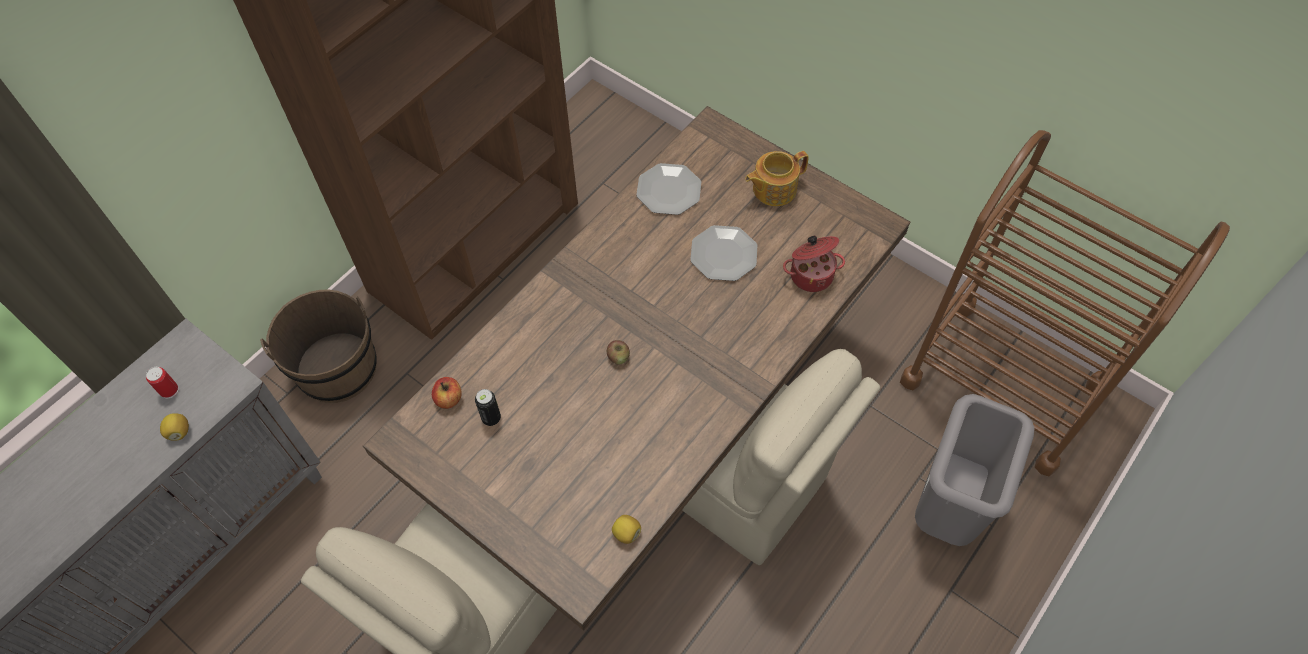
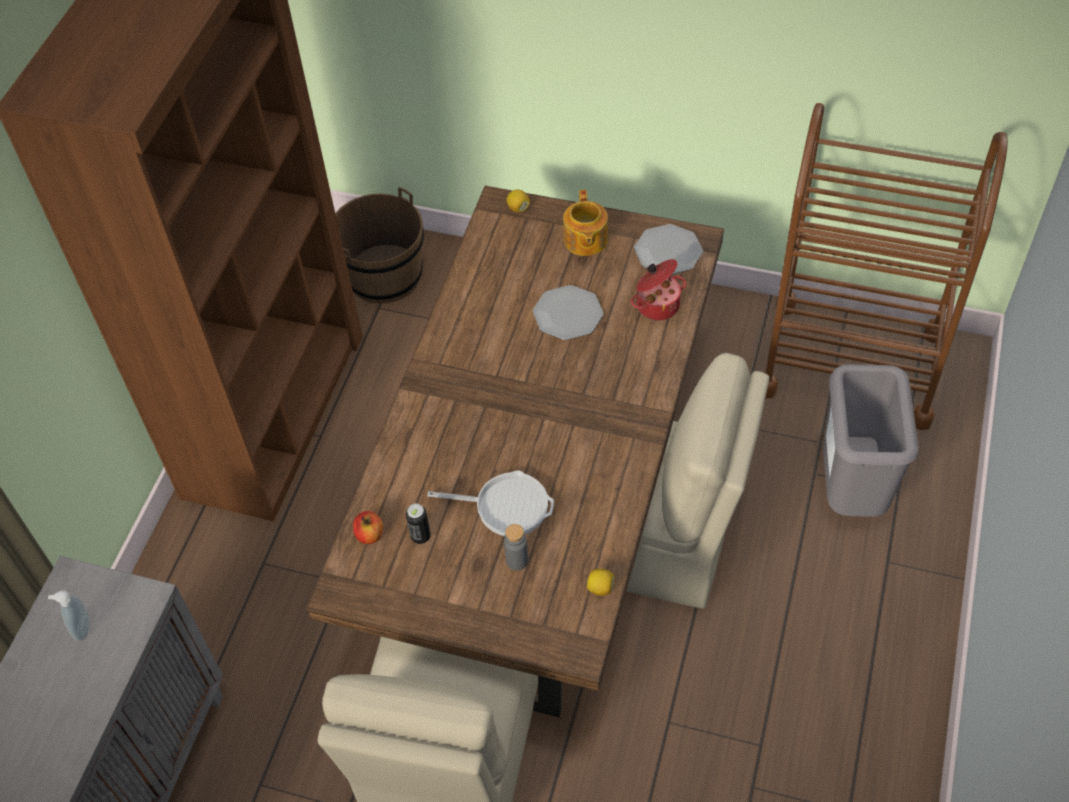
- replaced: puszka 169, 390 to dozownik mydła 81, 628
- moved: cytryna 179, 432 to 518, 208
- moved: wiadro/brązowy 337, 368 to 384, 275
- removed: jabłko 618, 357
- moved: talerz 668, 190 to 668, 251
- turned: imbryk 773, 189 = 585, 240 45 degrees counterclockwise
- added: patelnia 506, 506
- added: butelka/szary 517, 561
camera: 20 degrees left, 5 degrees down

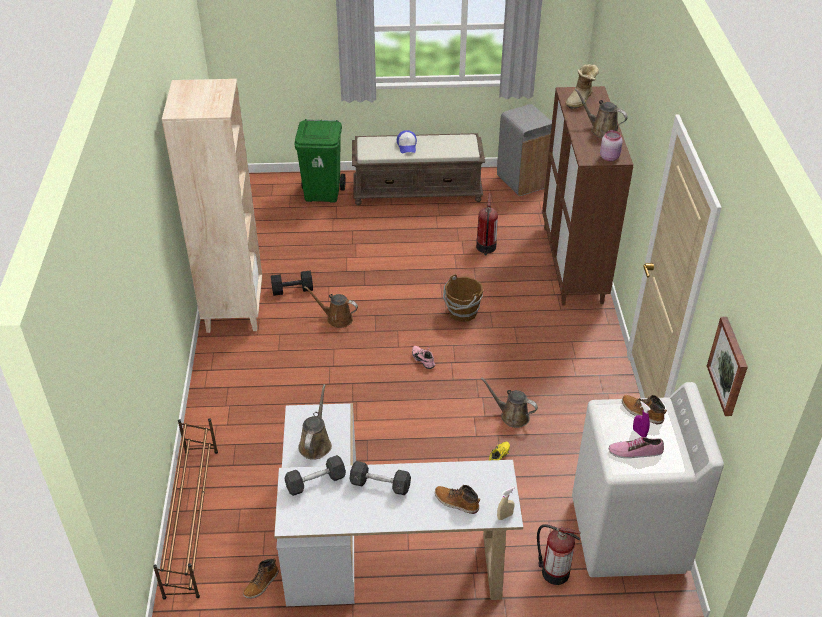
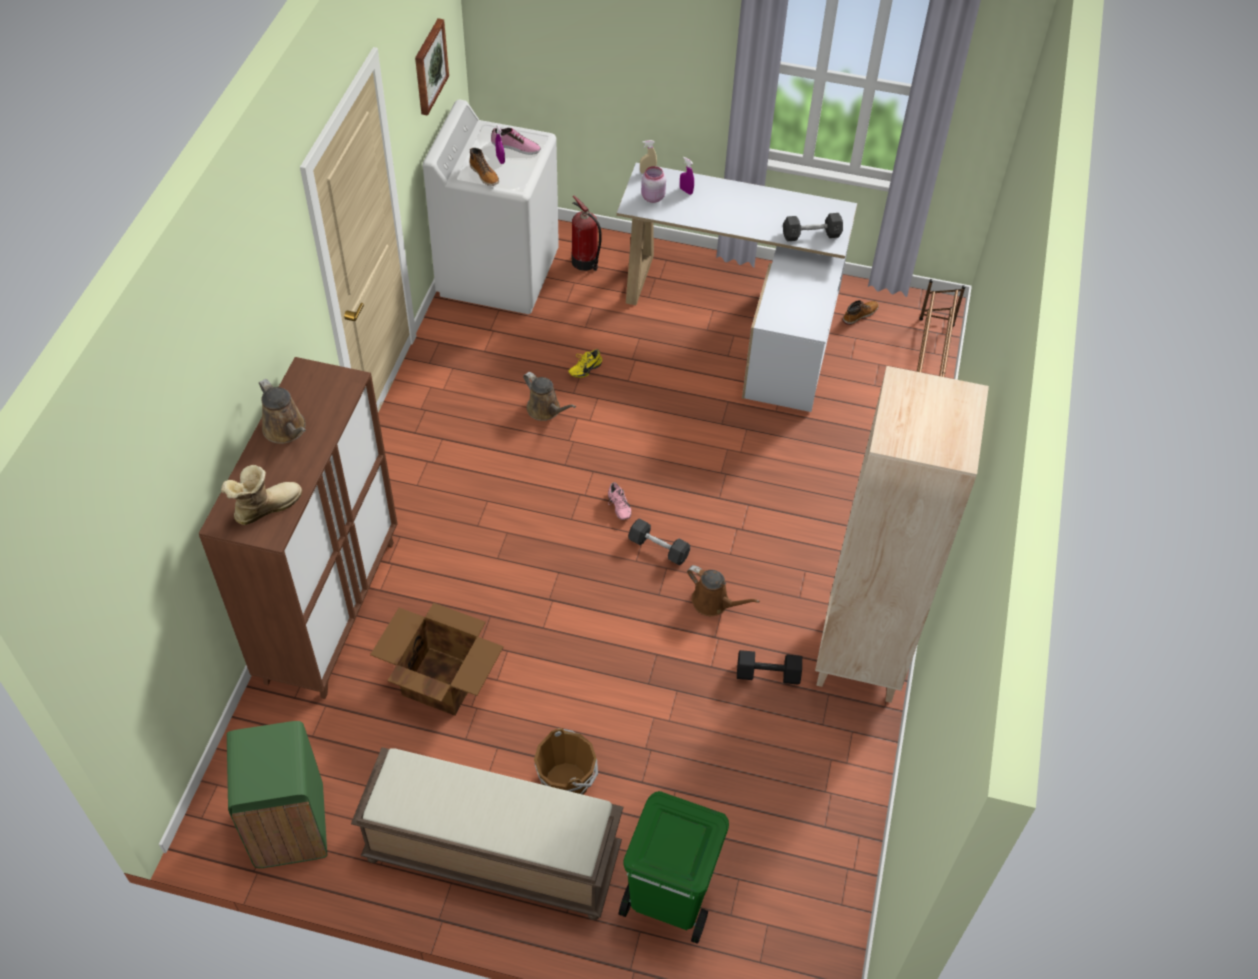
- removed: konewka/brązowy 316, 443
- moved: hantel/szary 380, 485 to 658, 548
- removed: czapka z daszkiem 407, 146
- replaced: but z cholewką 456, 502 to spryskiwacz/fioletowy 686, 191
- moved: wiadro/brązowy 462, 312 to 567, 781
- replaced: gaśnica 486, 248 to karton 441, 680
- recoloured: kosz na śmieci/szary 522, 181 to kosz na śmieci/zielony 289, 828
- moved: słoik/różowy 610, 157 to 652, 197
camera: 165 degrees left, 10 degrees up

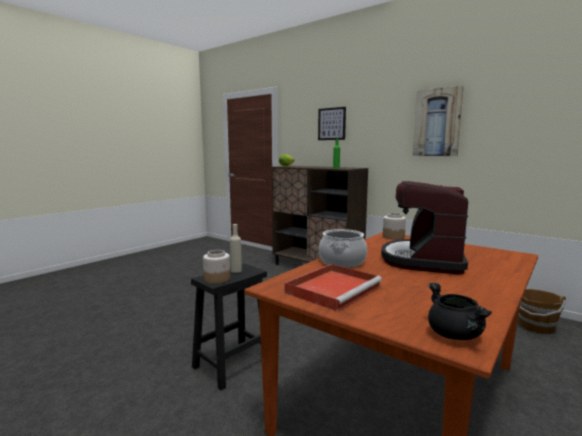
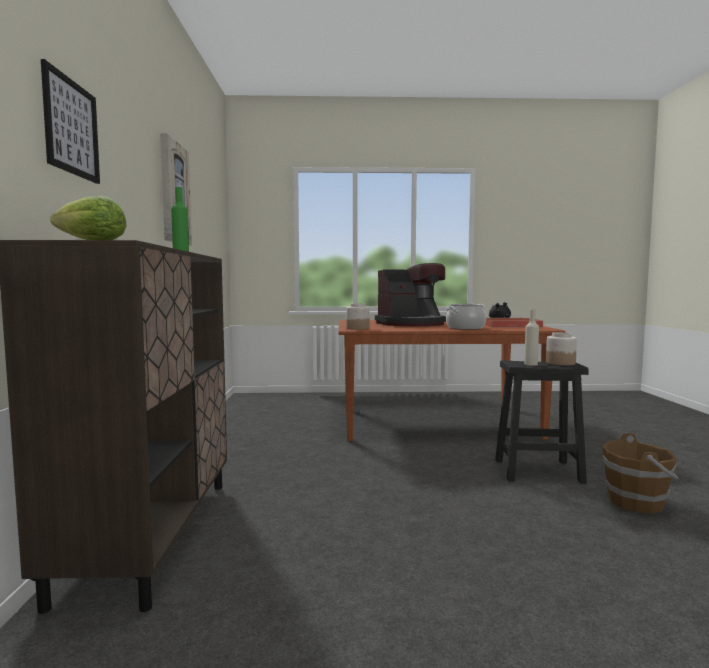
- moved: wiadro/brązowy 536, 327 to 637, 502
camera: 130 degrees left, 5 degrees down

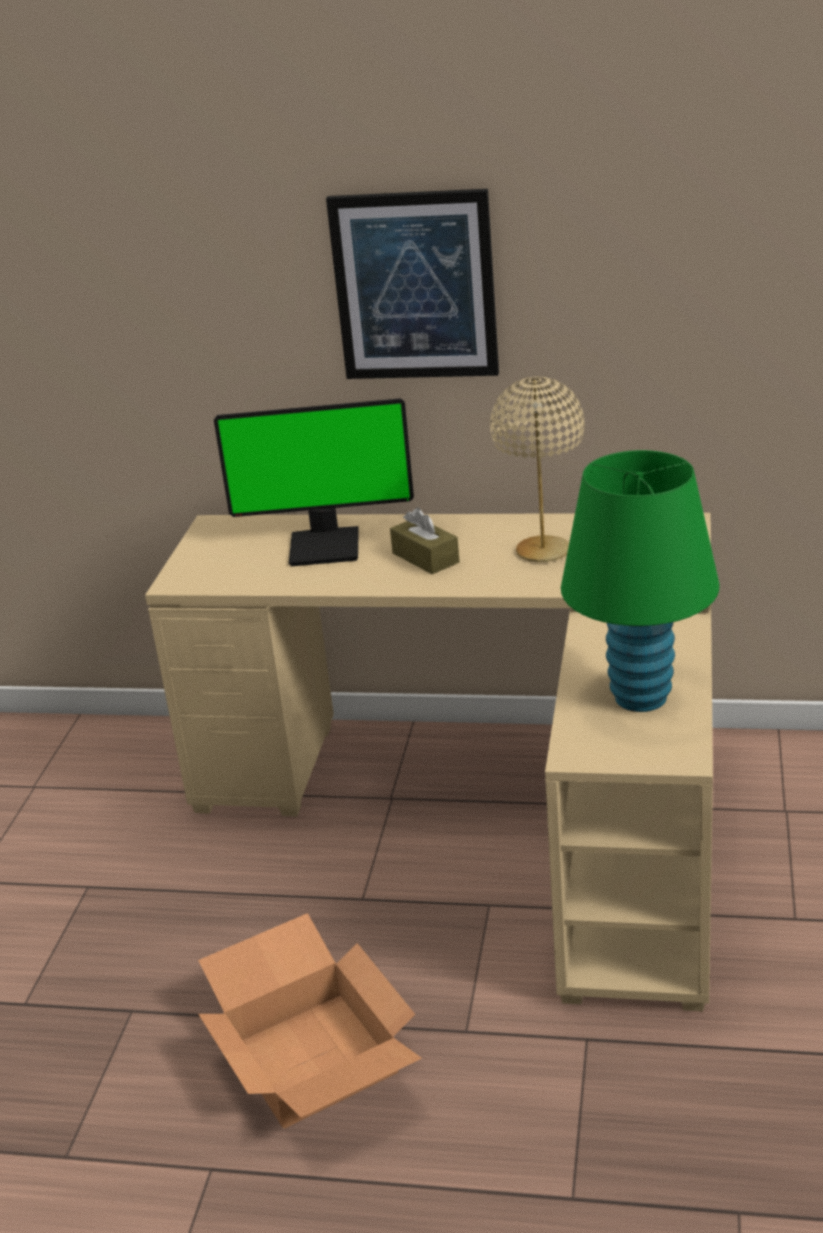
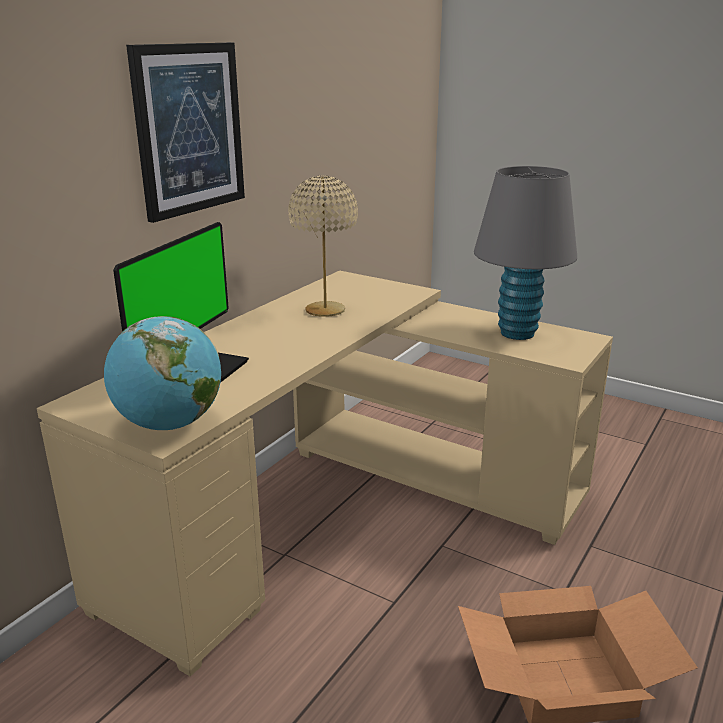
- removed: pudełko chusteczek/brązowy 425, 558
- recoloured: lampa stołowa/zielony 641, 698 to lampa stołowa/szary 517, 333
- added: globus 169, 424
camera: 70 degrees left, 5 degrees down

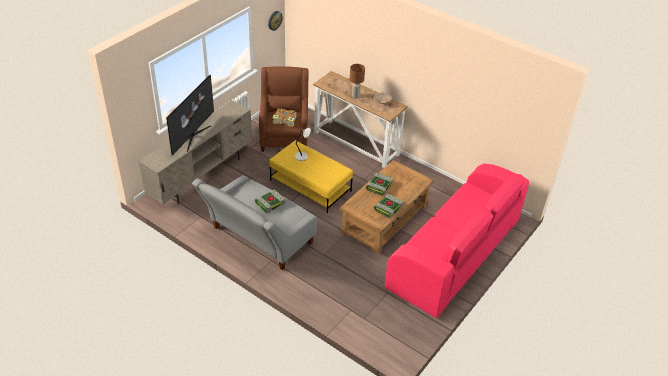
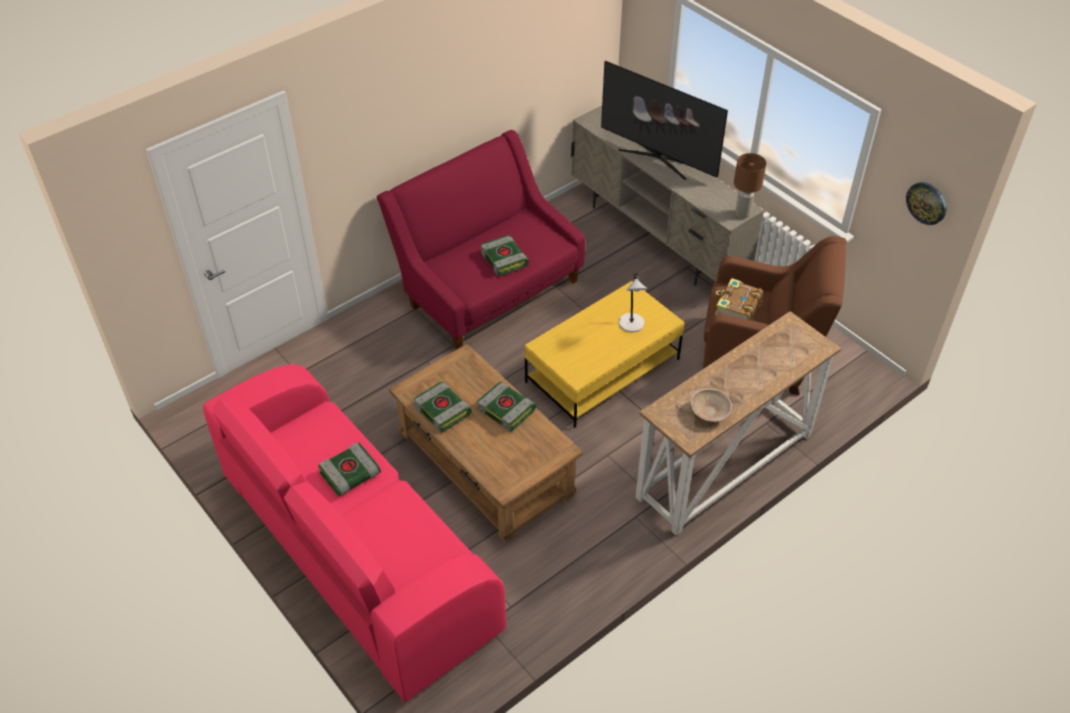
- recoloured: kanapa/szary 258, 239 to kanapa/czerwony 488, 288
- moved: lampa stołowa/brązowy 356, 96 to 742, 214
- added: książka 350, 475
camera: 105 degrees right, 5 degrees up

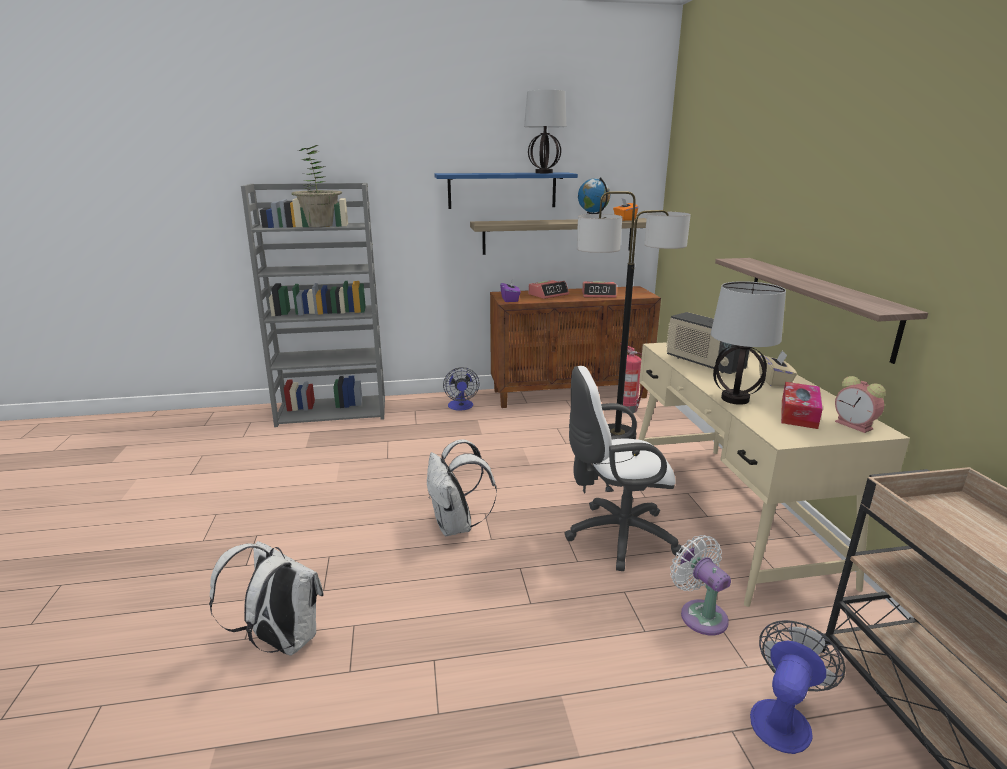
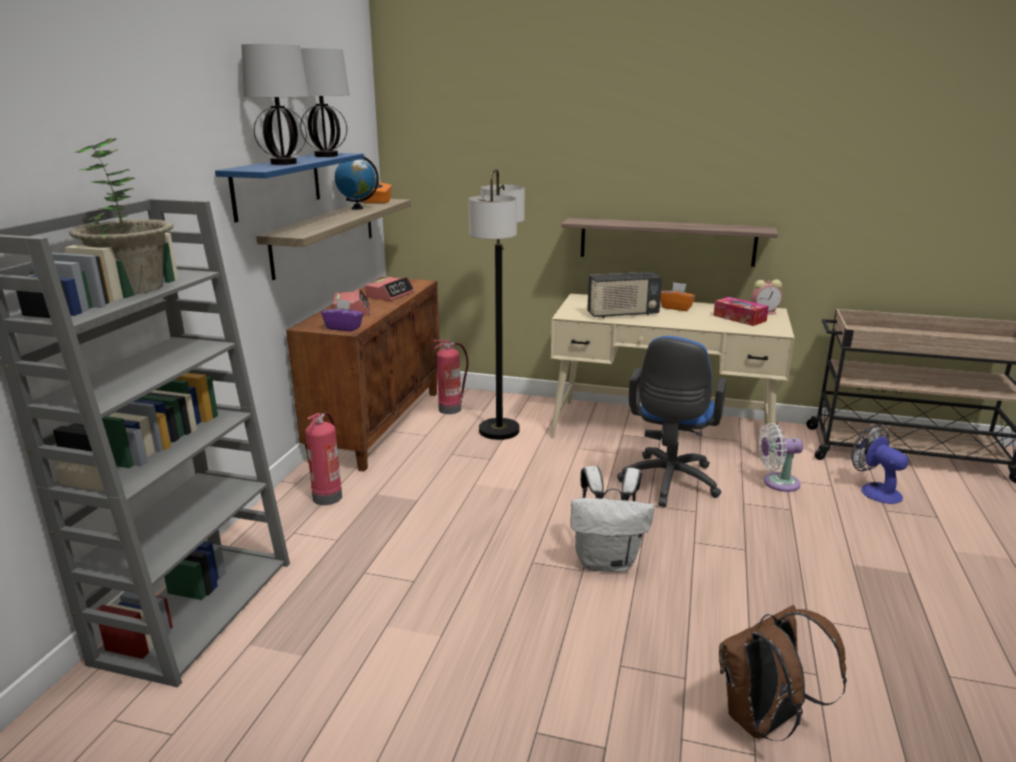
- recoloured: plecak/biały 281, 641 to plecak/brązowy 764, 722
- replaced: wentylator 461, 407 to gaśnica 327, 496
- recoloured: krzesło biurowe/biały 615, 536 to krzesło biurowe/niebieski 668, 484
- moved: lampa stołowa 736, 399 to 284, 163
- recoloured: pudełko chusteczek/beżowy 775, 381 to pudełko chusteczek/pomarańczowy 676, 308
camera: 65 degrees left, 0 degrees up

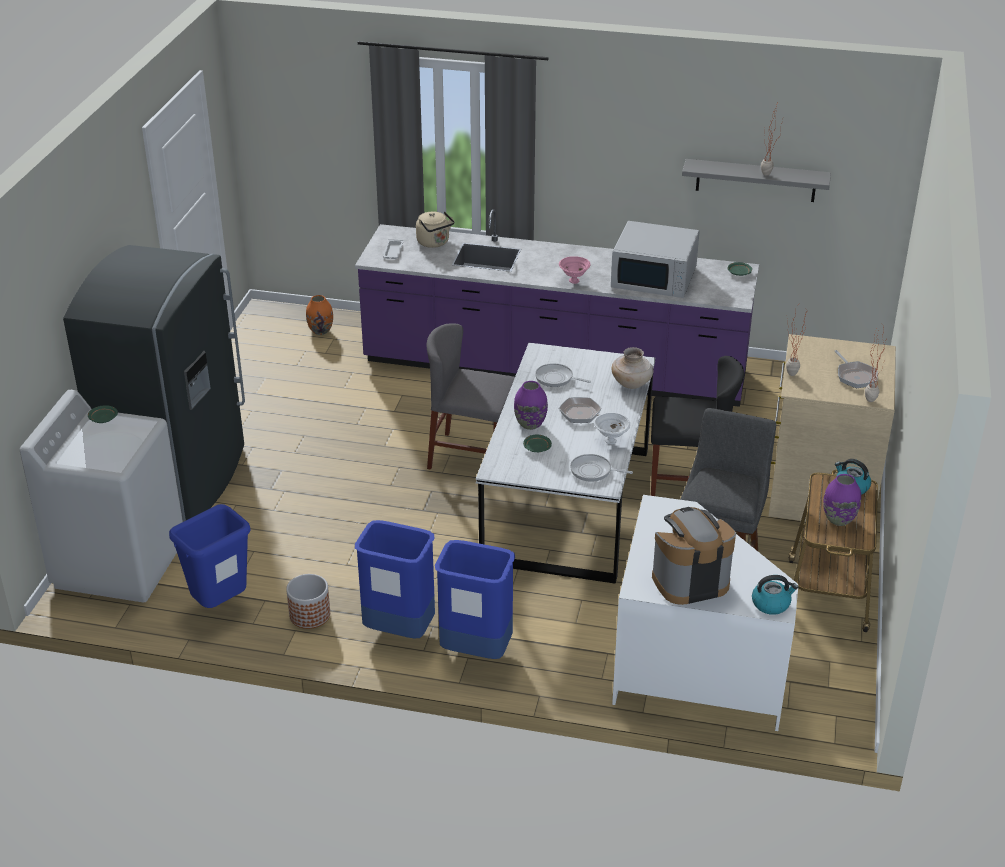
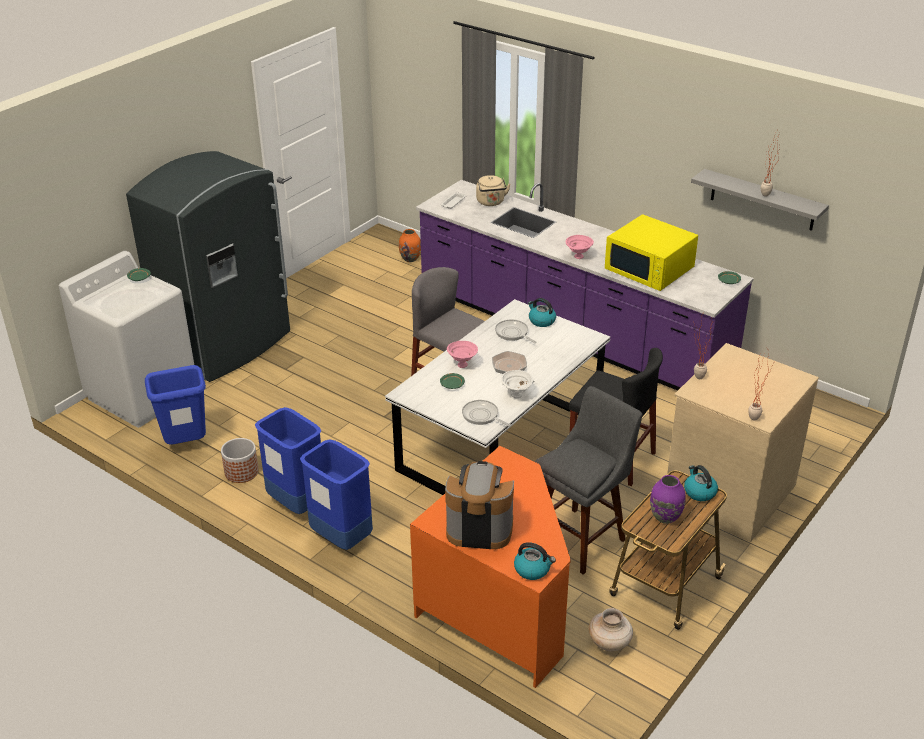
- replaced: wazon/fioletowy 530, 424 to miska/różowy 462, 364
- recoloured: mikrofalówka/biały 654, 278 to mikrofalówka/żółty 649, 269
- moved: wazon/beżowy 631, 384 to 609, 643
- recoloured: biurko/biały 690, 668 to biurko/pomarańczowy 500, 609
- removed: patelnia 855, 376
- added: czajnik 541, 321
camera: 25 degrees right, 0 degrees up

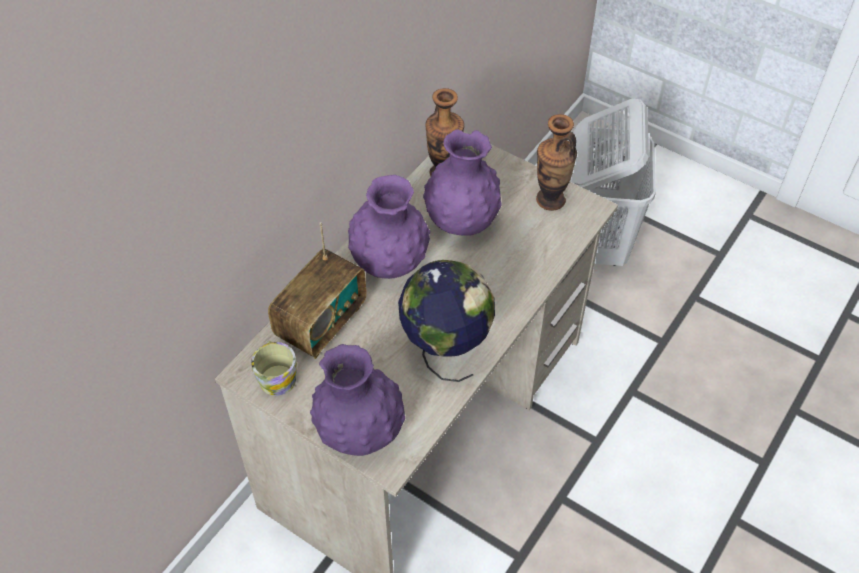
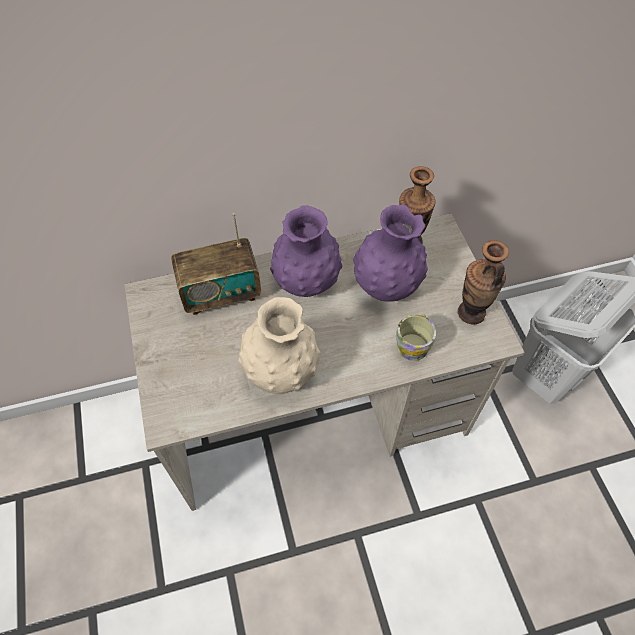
- moved: kubek 276, 376 to 414, 343
- removed: wazon/fioletowy 360, 433
- replaced: globus 445, 350 to wazon/beżowy 281, 372
camera: 40 degrees right, 5 degrees up

